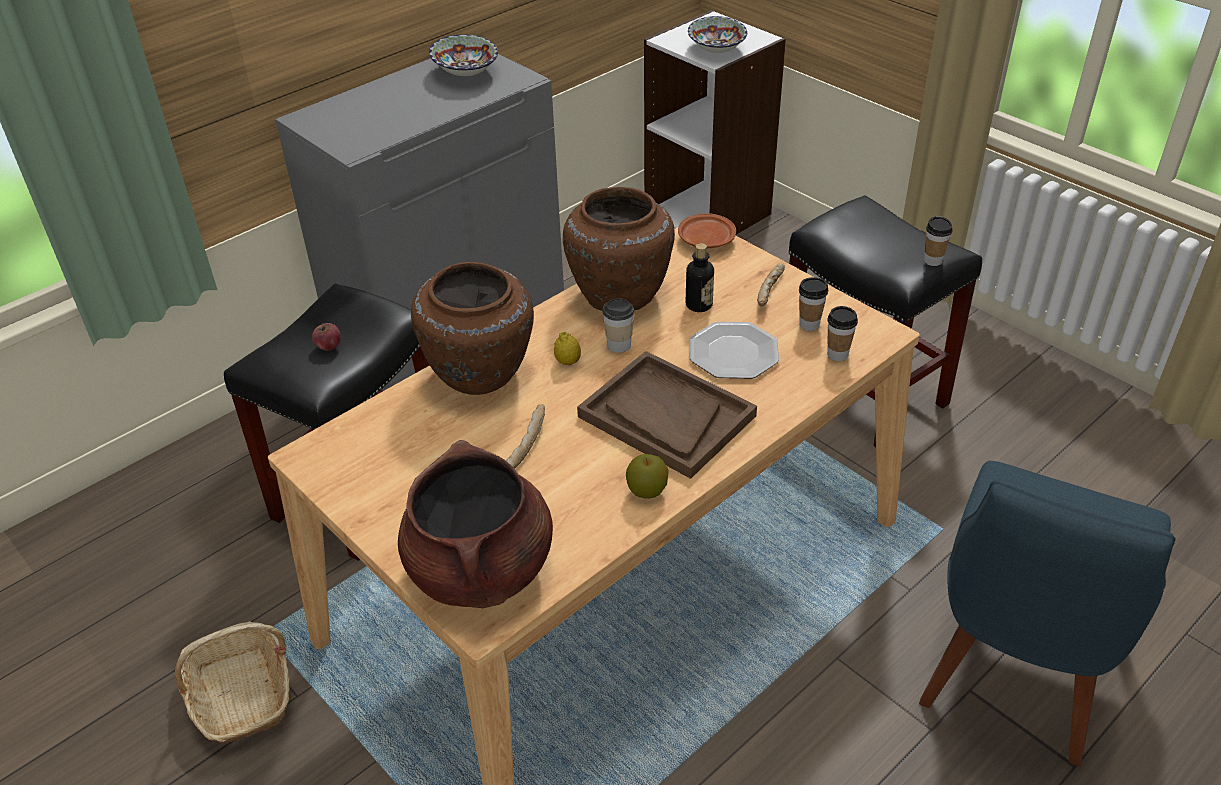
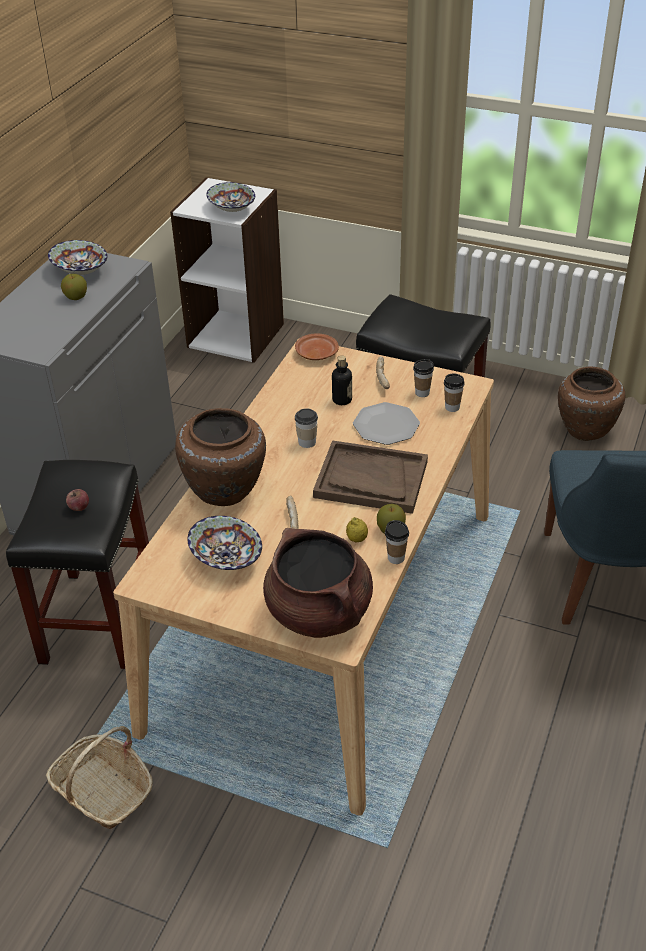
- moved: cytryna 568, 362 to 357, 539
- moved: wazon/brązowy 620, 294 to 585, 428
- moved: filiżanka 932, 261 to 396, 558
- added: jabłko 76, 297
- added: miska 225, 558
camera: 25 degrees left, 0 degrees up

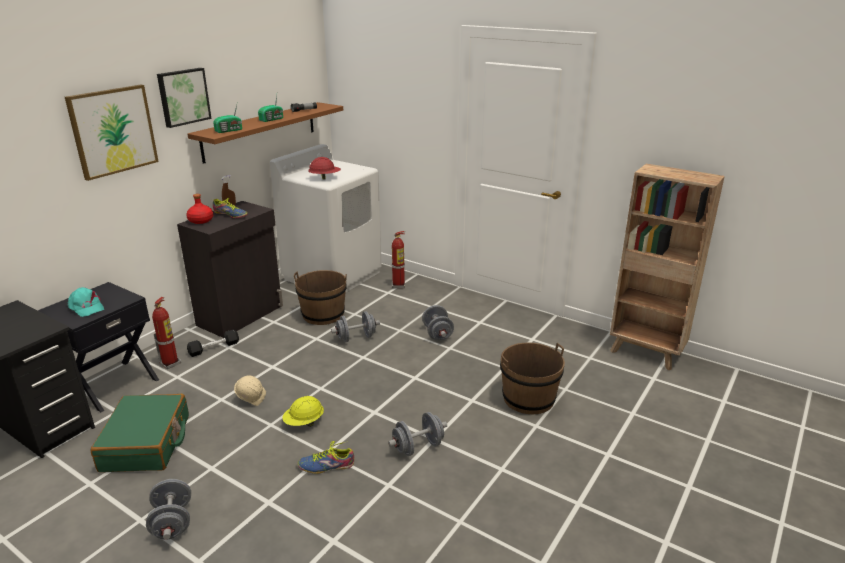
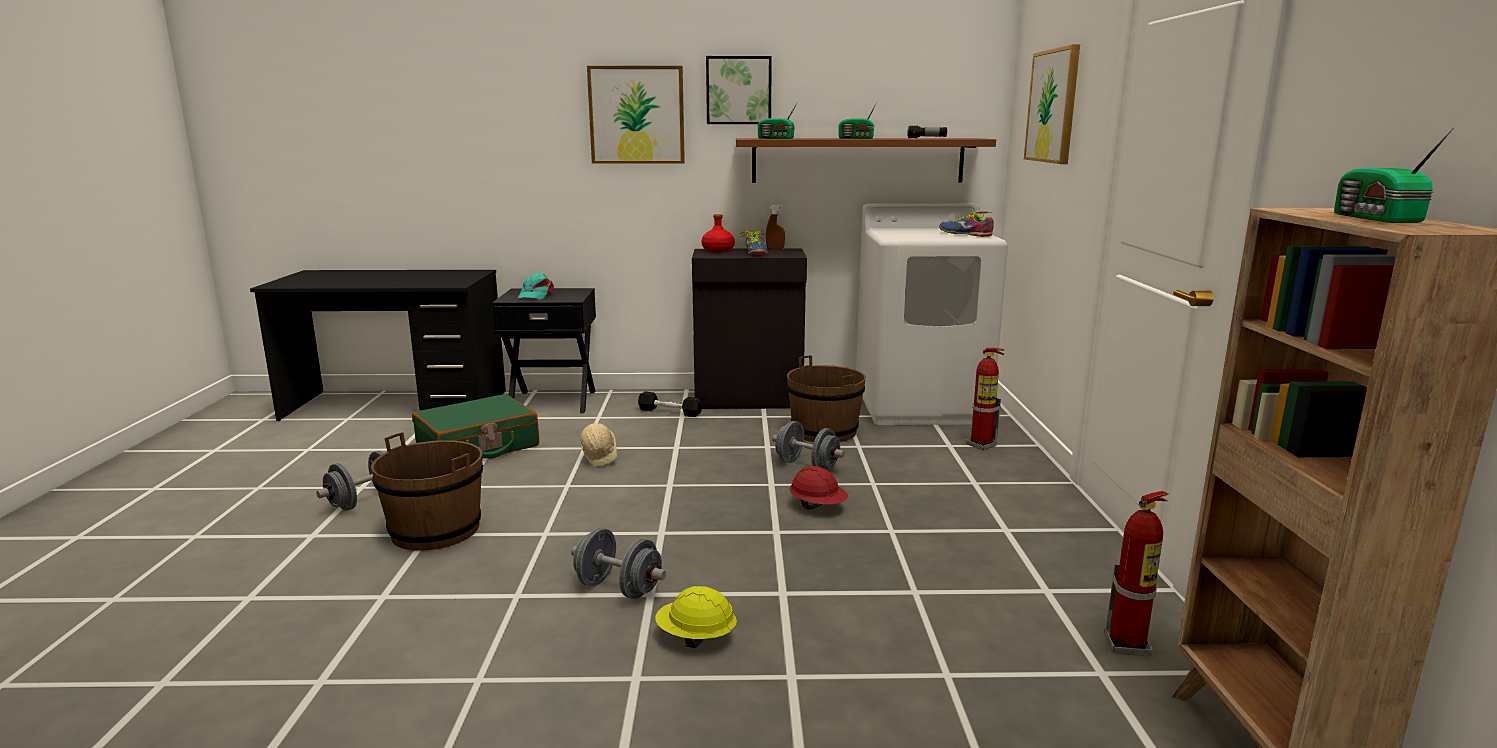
- moved: gaśnica 171, 363 to 1128, 645
- moved: kask/żółty 304, 422 to 696, 638
- moved: but 327, 466 to 965, 234
- moved: kask/czerwony 325, 178 to 818, 507
- removed: hantel/szary 437, 334
- moved: wiadro/brązowy 528, 398 to 436, 530
- added: obraz 1053, 106
- added: radio 1376, 218
camera: 55 degrees right, 10 degrees down

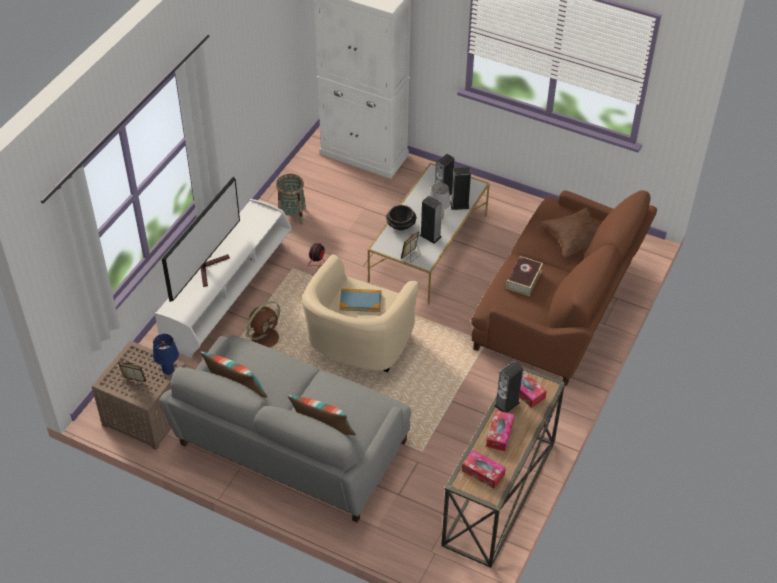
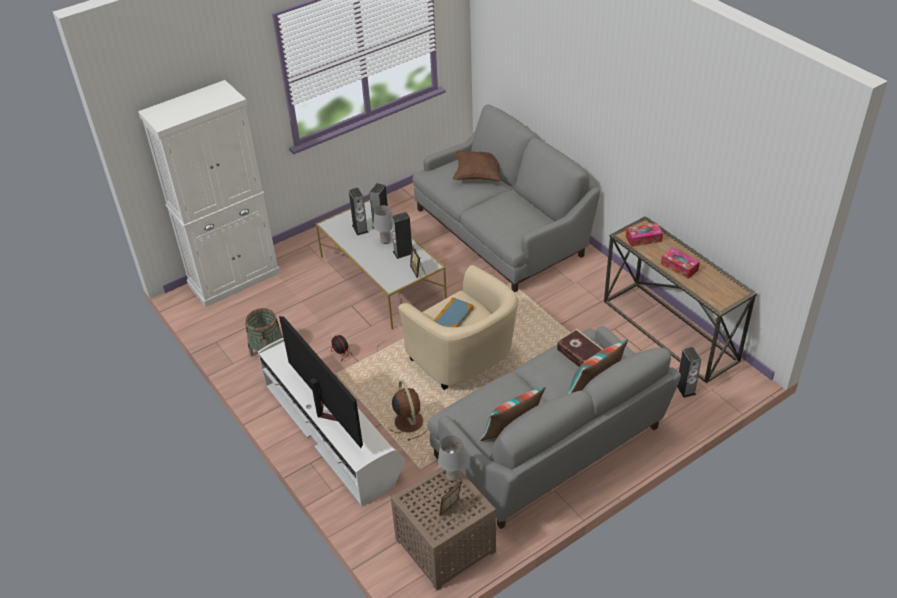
- recoloured: lampa stołowa/niebieski 168, 370 to lampa stołowa/szary 452, 476
- removed: miska/czarny 401, 225
- removed: pudełko chusteczek 483, 473
- recoloured: kanapa/brązowy 558, 307 to kanapa/szary 501, 231
- moved: głośnik 507, 404 to 685, 389
- moved: książka 523, 279 to 579, 354
camera: 60 degrees left, 5 degrees down

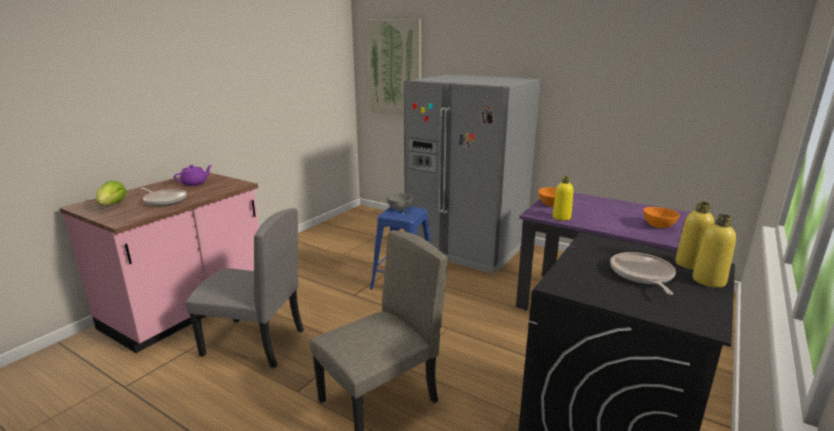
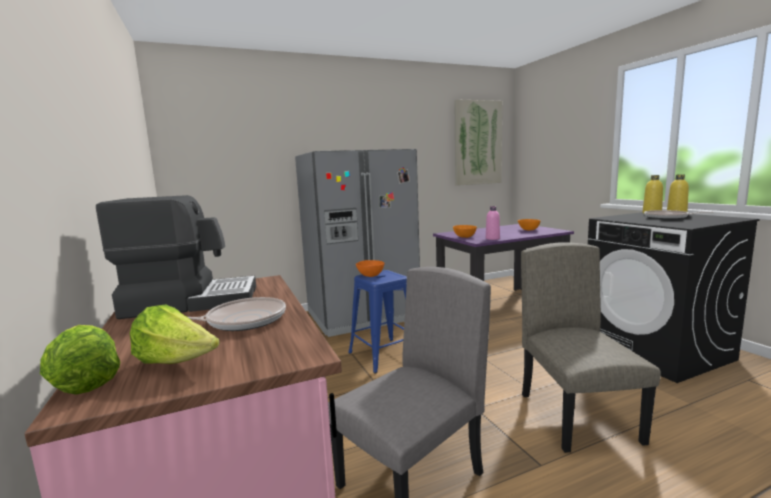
- replaced: imbryk/fioletowy 195, 183 to ekspres do kawy 192, 301
- moved: obraz 395, 68 to 477, 143
- recoloured: miska/szary 399, 208 to miska/pomarańczowy 370, 276
- recoloured: butelka/żółty 561, 217 to butelka/różowy 492, 238
- added: sałata 85, 381
camera: 55 degrees left, 10 degrees down

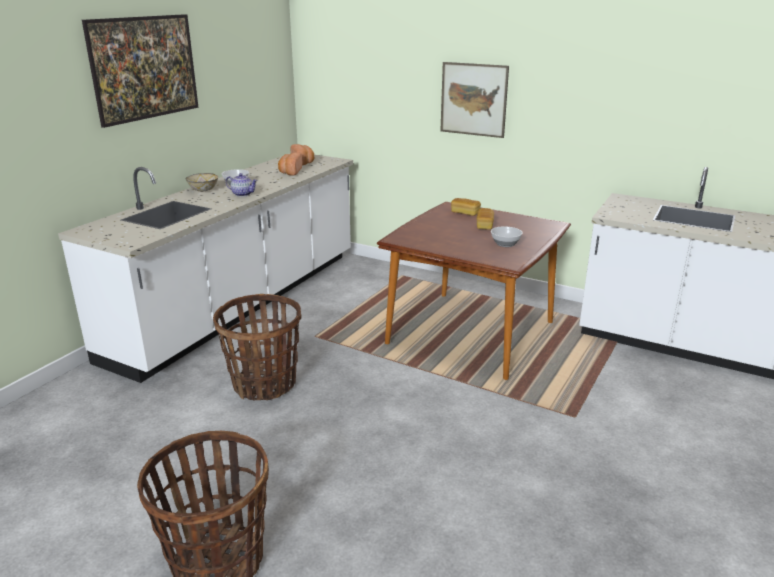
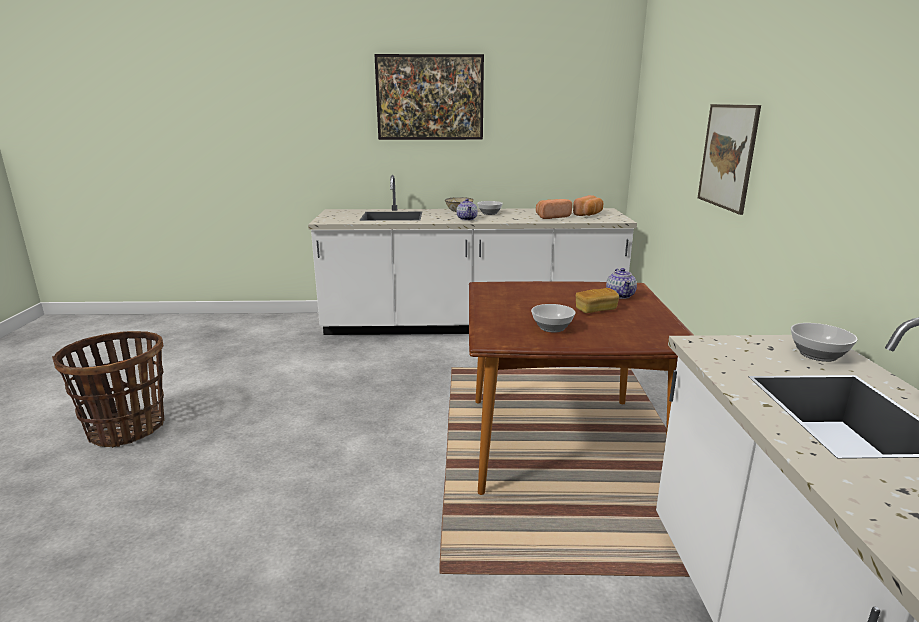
- removed: koszyk 264, 384
- replaced: chleb 465, 213 to imbryk 620, 295
- added: miska 818, 355
camera: 60 degrees right, 5 degrees down

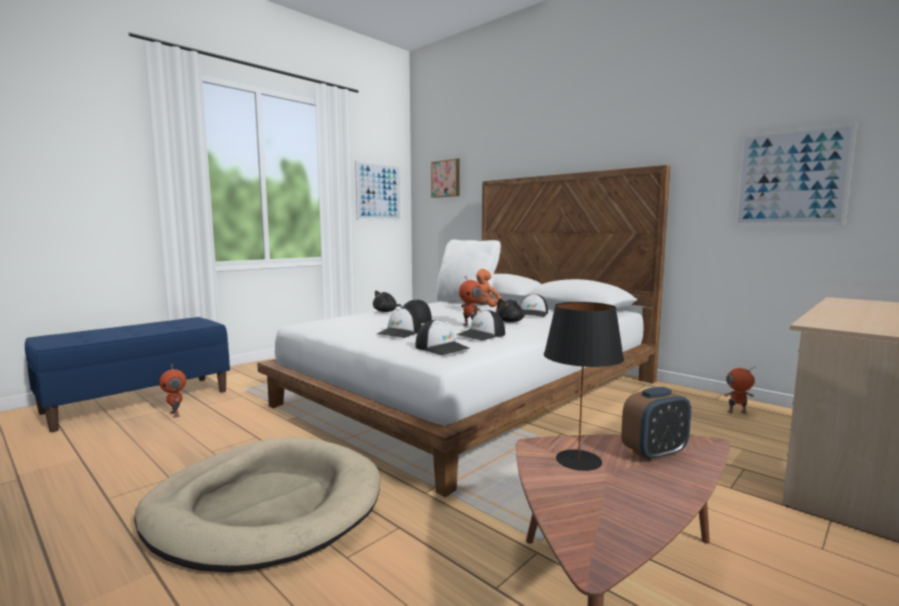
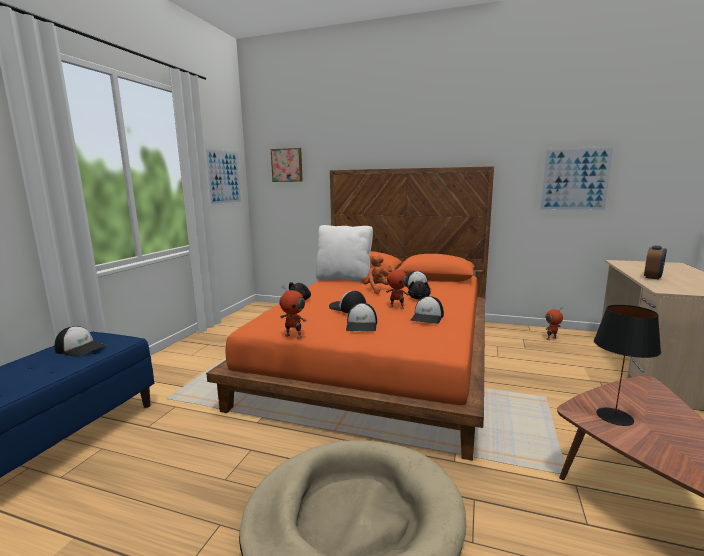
- moved: robot zabawkowy 176, 414 to 294, 336
- recoloured: łóżko/biały 474, 393 to łóżko/pomarańczowy 380, 357
- moved: czapka z daszkiem 442, 348 to 81, 348
- moved: budzik 654, 453 to 653, 277
camera: 25 degrees left, 5 degrees up

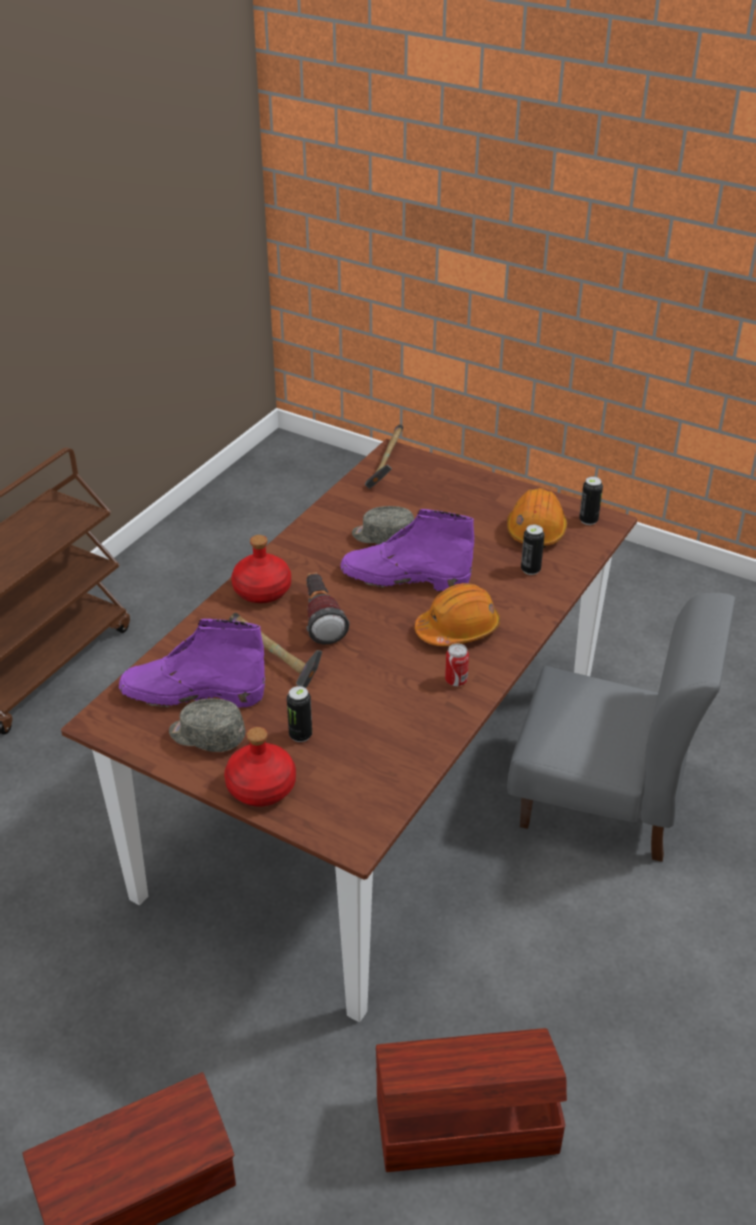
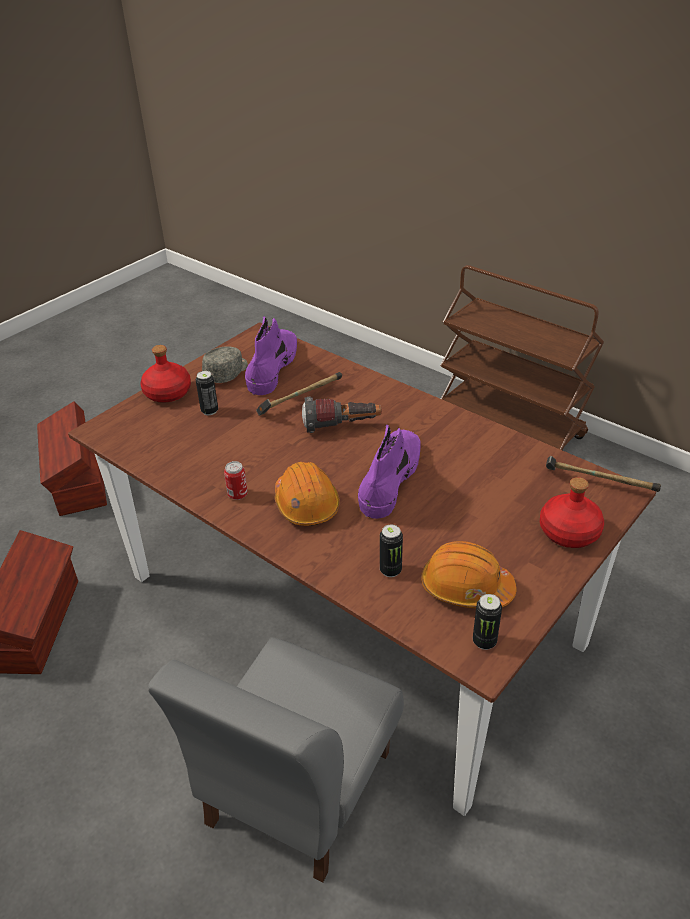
- moved: butelka/czerwony 262, 591 to 568, 532
- removed: czapka z daszkiem/szary 383, 537
camera: 100 degrees right, 0 degrees up

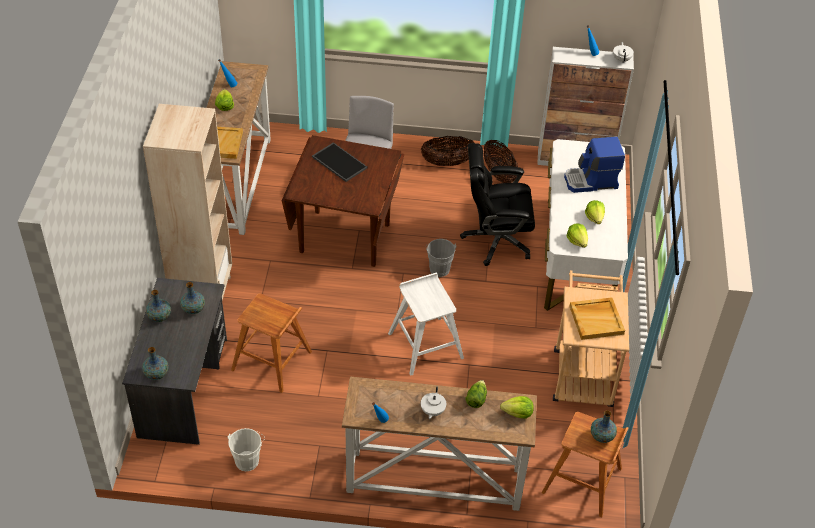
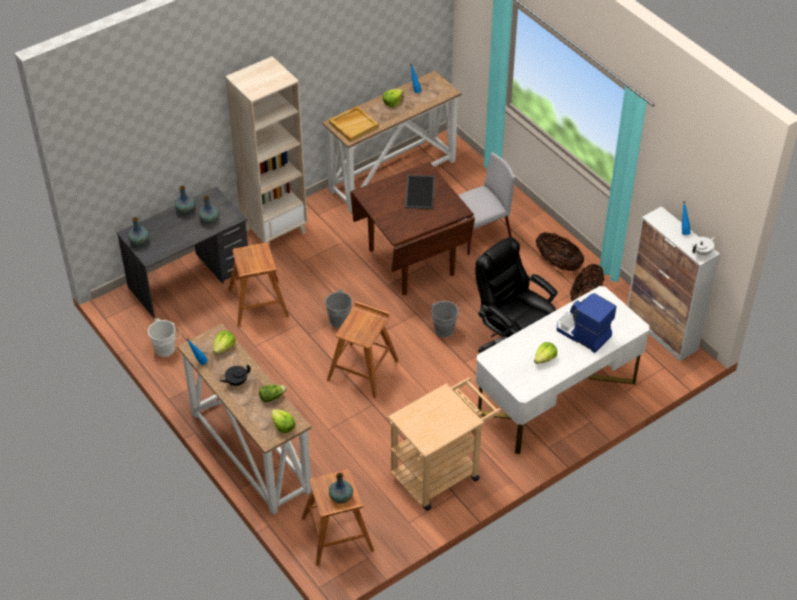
- recoloured: stołek/biały 425, 345 to stołek/brązowy 363, 369
- recoloured: imbryk/biały 432, 411 to imbryk/czarny 236, 382
- moved: sałata 577, 241 to 224, 348
- removed: taca/beżowy 596, 319
- added: wiadro/szary 337, 320
camera: 50 degrees right, 0 degrees up

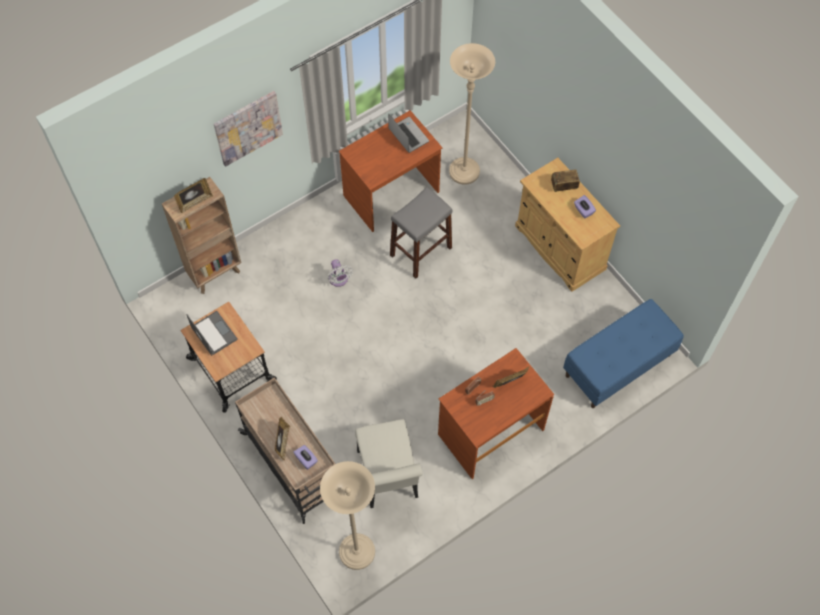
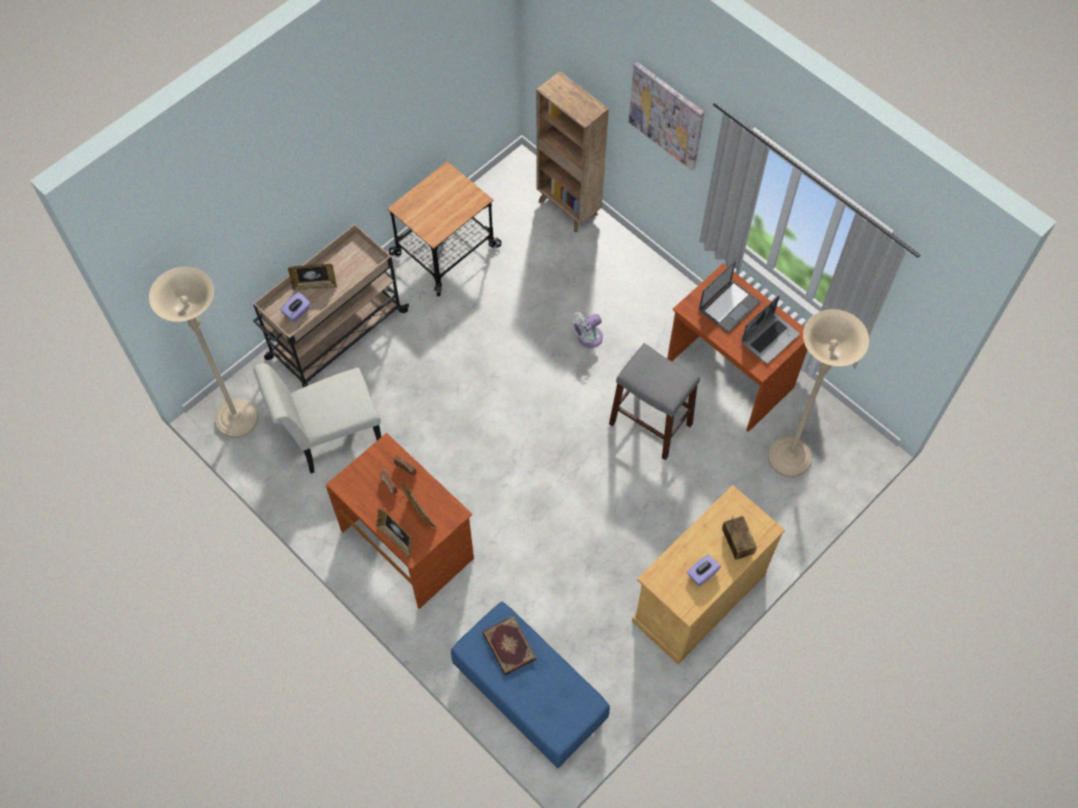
- moved: ramka na zdjęcie 195, 202 to 396, 539
- moved: laptop 213, 333 to 729, 305
- added: książka 508, 646
camera: 80 degrees right, 0 degrees up

